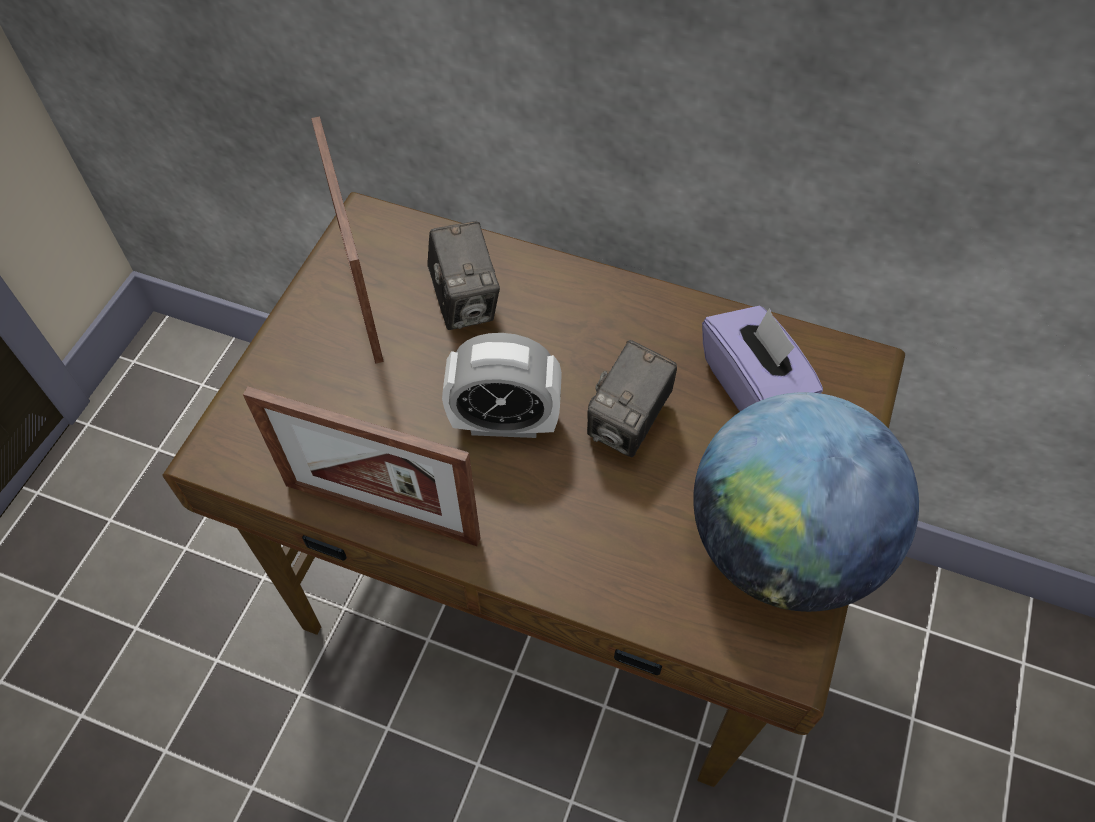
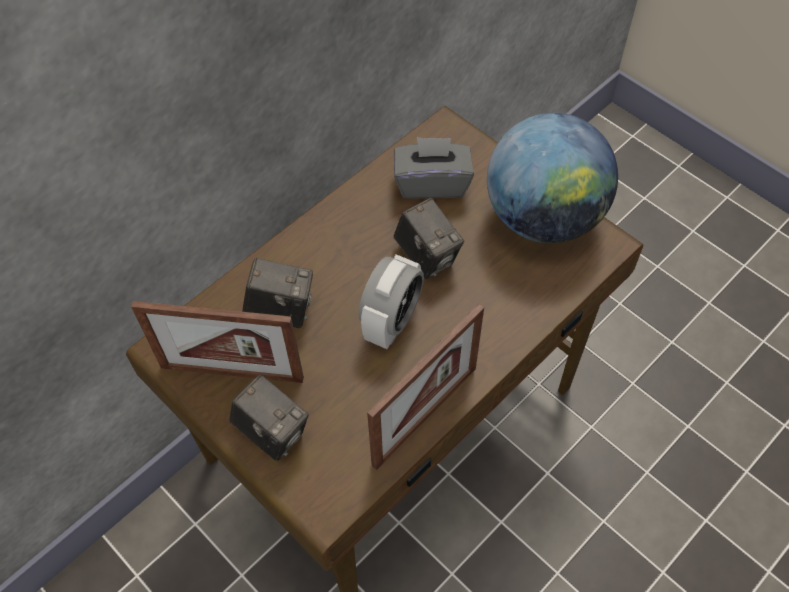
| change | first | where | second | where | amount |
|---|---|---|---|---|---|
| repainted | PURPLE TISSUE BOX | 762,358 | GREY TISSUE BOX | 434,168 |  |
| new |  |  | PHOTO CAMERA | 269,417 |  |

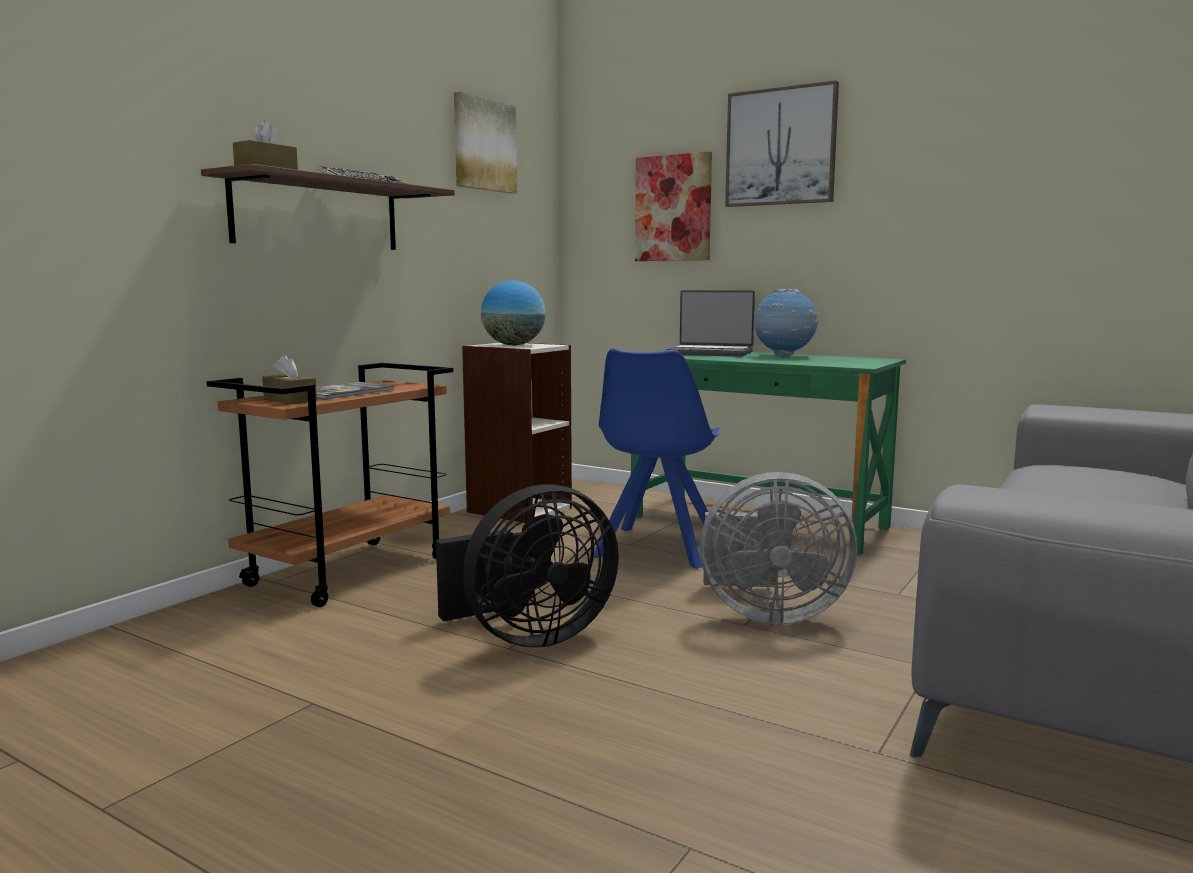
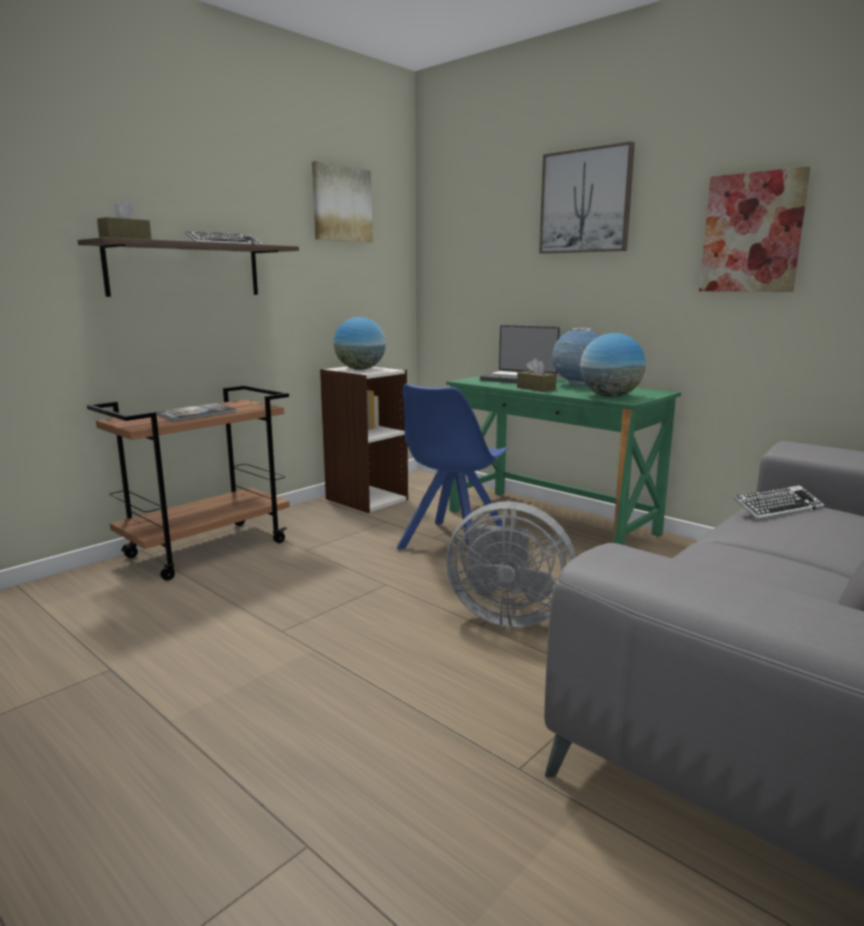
| change | first | where | second | where | amount |
|---|---|---|---|---|---|
| shifted | BROWN TISSUE BOX | 289,379 |  | 537,375 |  |
| gone | BLACK FAN | 527,566 |  |  |  |
| shifted | PICTURE | 673,206 |  | 755,229 |  |
| new |  |  | GLOBE | 613,365 |  |
| new |  |  | KEYBOARD | 778,502 |  |

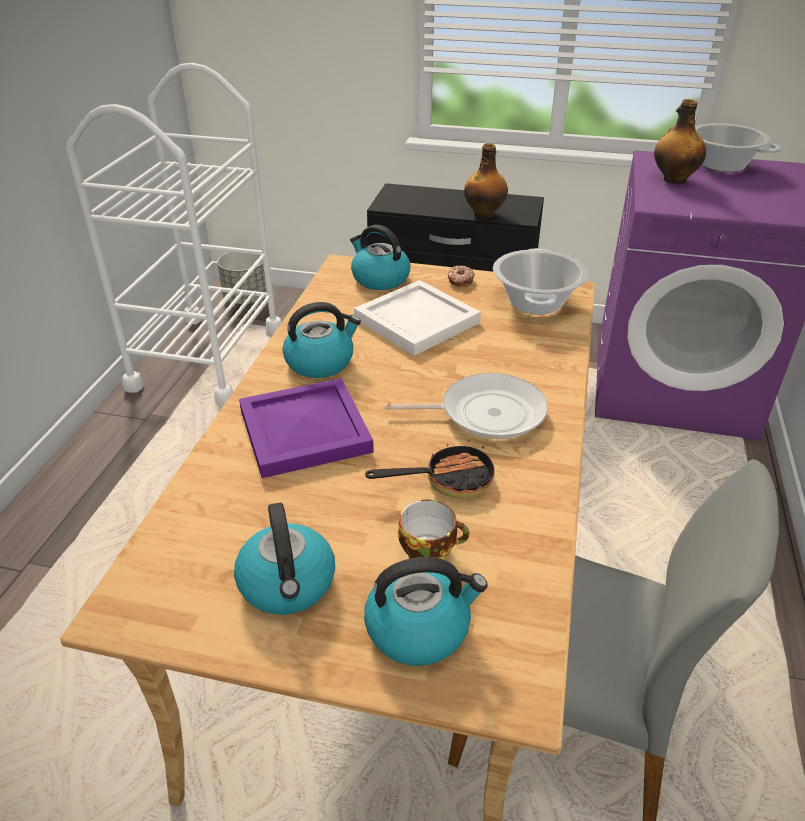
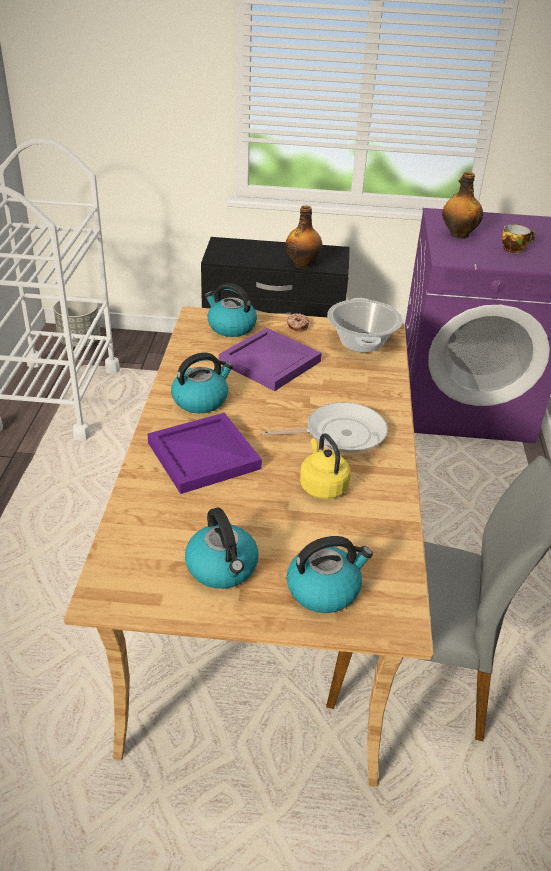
| change | first | where | second | where | amount |
|---|---|---|---|---|---|
| repainted | WHITE TRAY | 417,318 | PURPLE TRAY | 270,359 |  |
| swapped | FRYING PAN | 429,469 | YELLOW KETTLE | 325,466 |  |
| shifted | CUP | 433,530 |  | 518,238 |  |
| gone | COOKING POT | 738,147 |  |  |  |

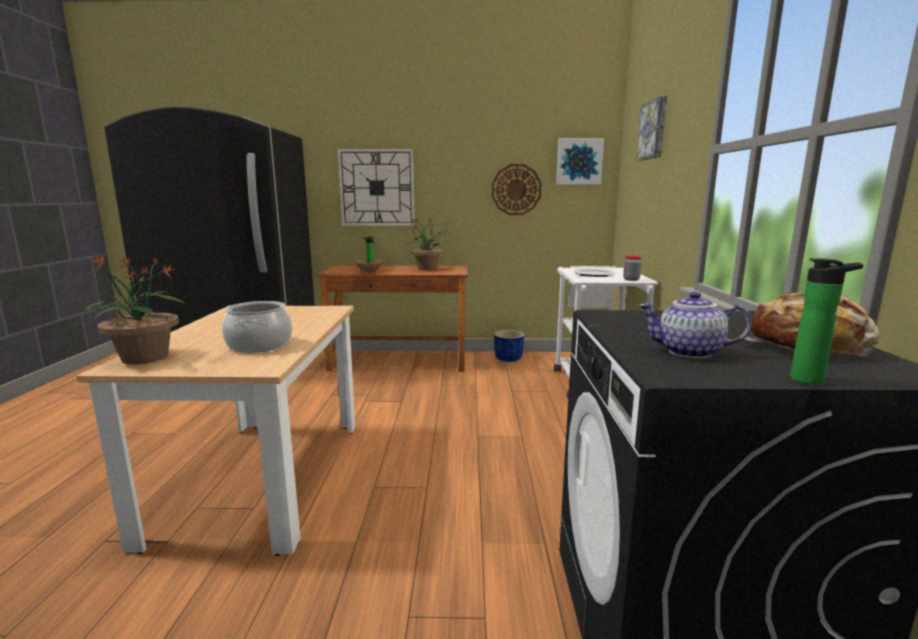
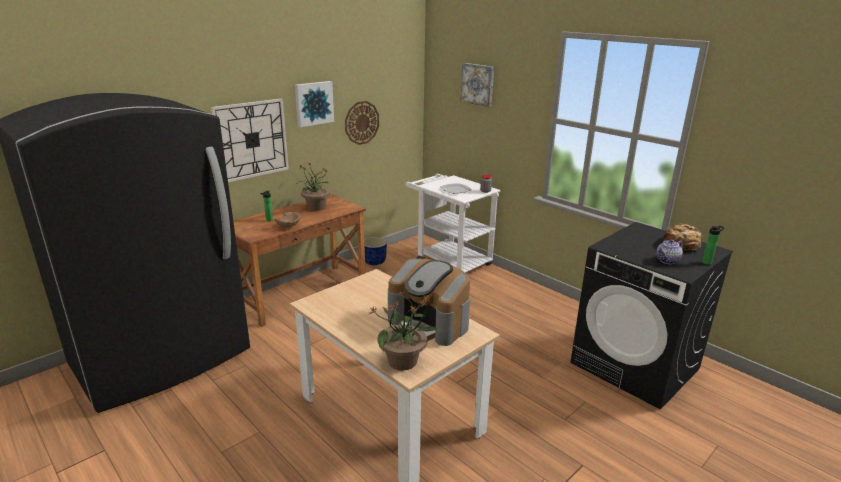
| change | first | where | second | where | amount |
|---|---|---|---|---|---|
| swapped | COOKING POT | 257,327 | COFFEE MACHINE | 429,302 |  |
| shifted | PICTURE | 580,161 |  | 314,104 |  |

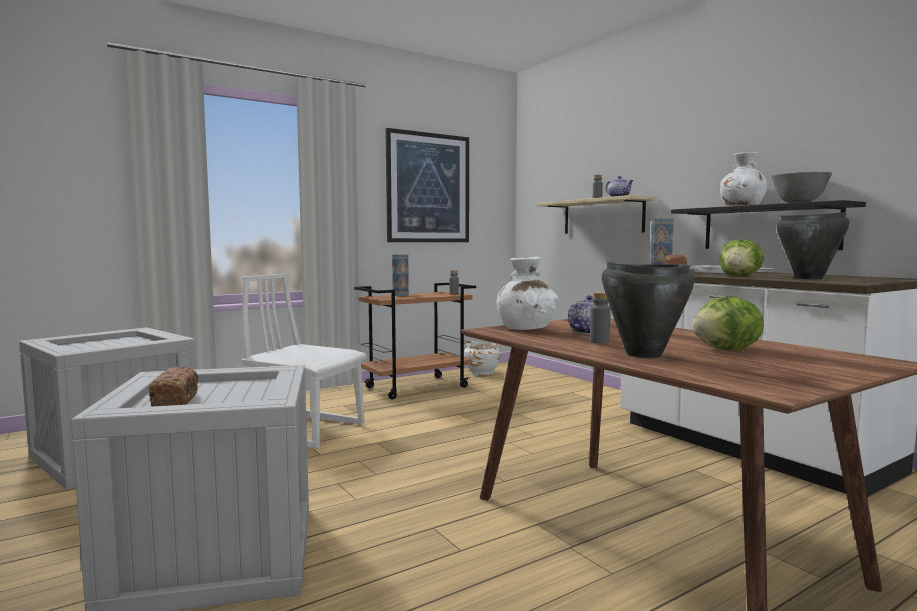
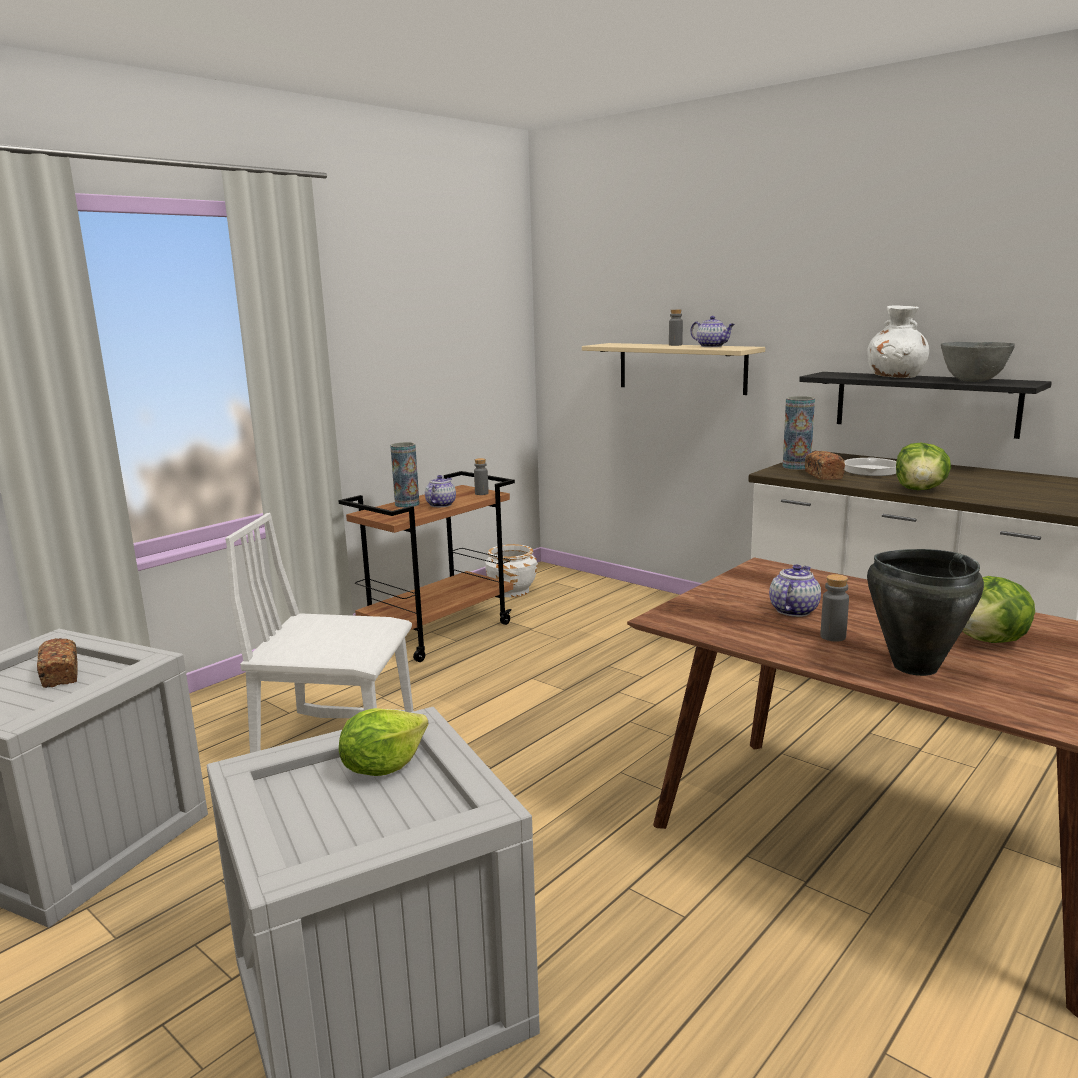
| change | first | where | second | where | amount |
|---|---|---|---|---|---|
| shifted | BREAD | 173,386 |  | 57,663 |  |
| gone | PICTURE | 427,185 |  |  |  |
| gone | WHITE VASE | 527,293 |  |  |  |
| gone | BLACK COOKING POT | 813,245 |  |  |  |
| new |  |  | LETTUCE | 384,742 |  |
| new |  |  | TEAPOT | 440,491 |  |

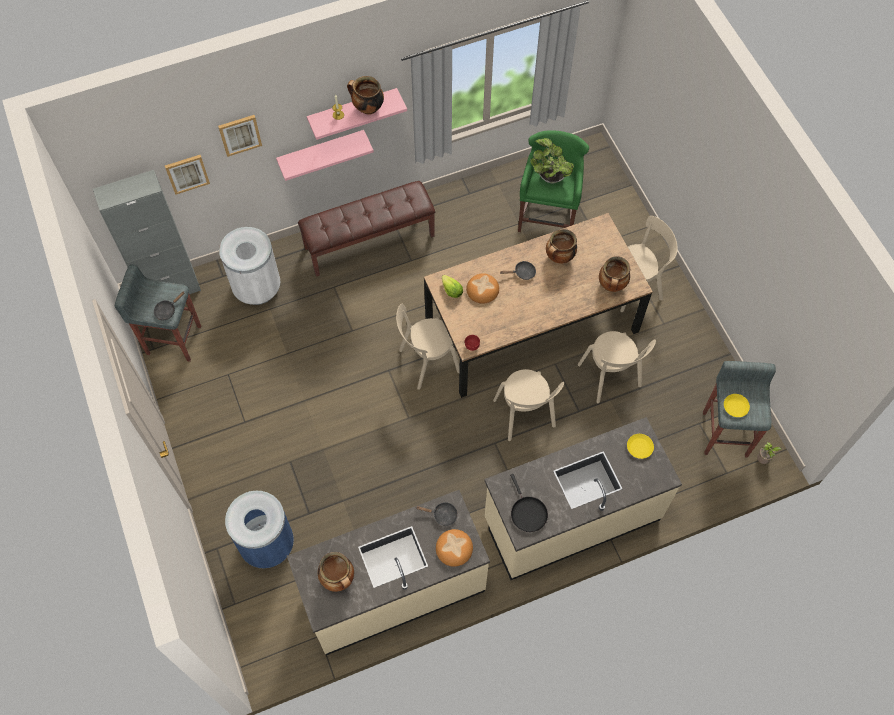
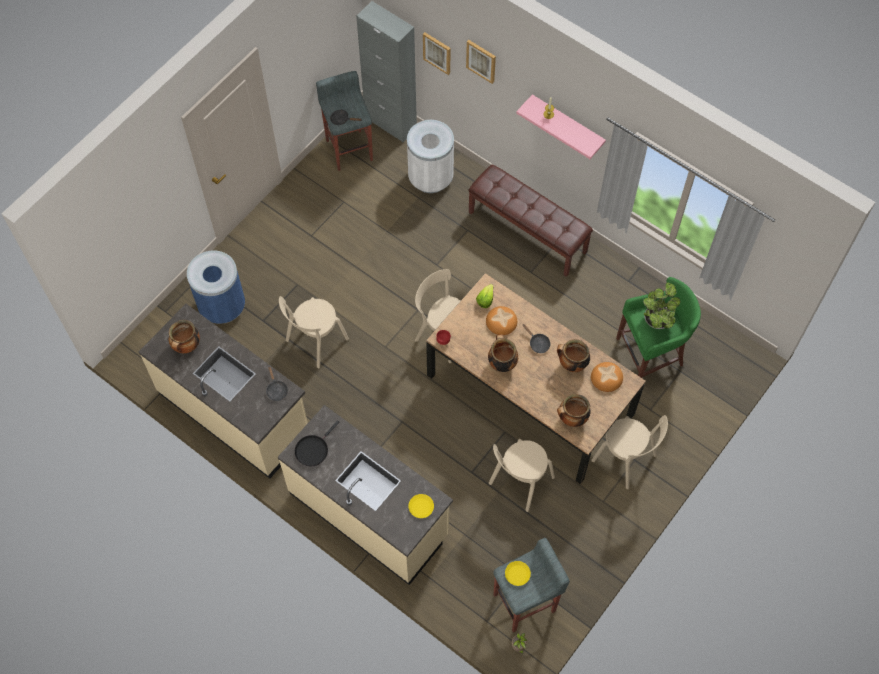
| change | first | where | second | where | amount |
|---|---|---|---|---|---|
| gone | PINK SHELF | 325,155 |  |  |  |
| shifted | COOKING POT | 365,95 |  | 503,353 |  |
| shifted | BREAD | 454,548 |  | 607,377 |  |
| shifted | BEIGE CHAIR | 528,405 |  | 314,332 |  |

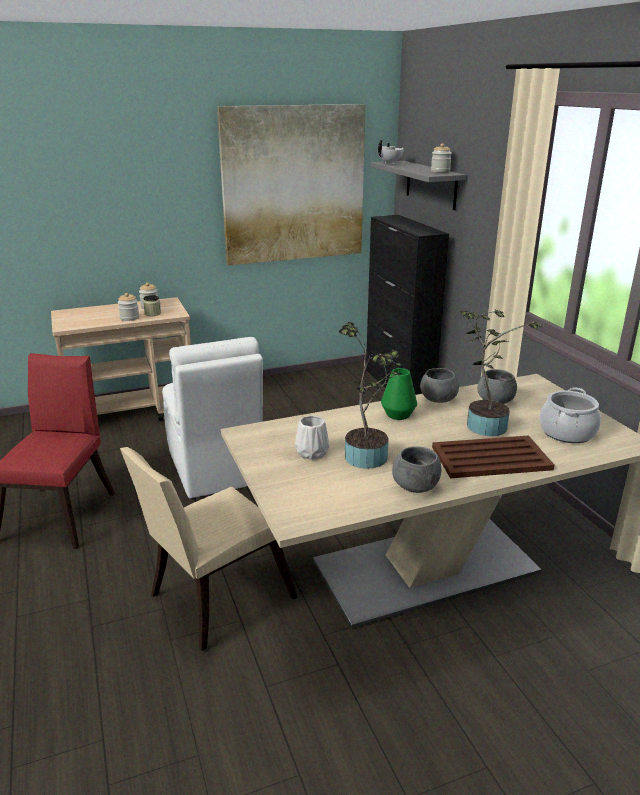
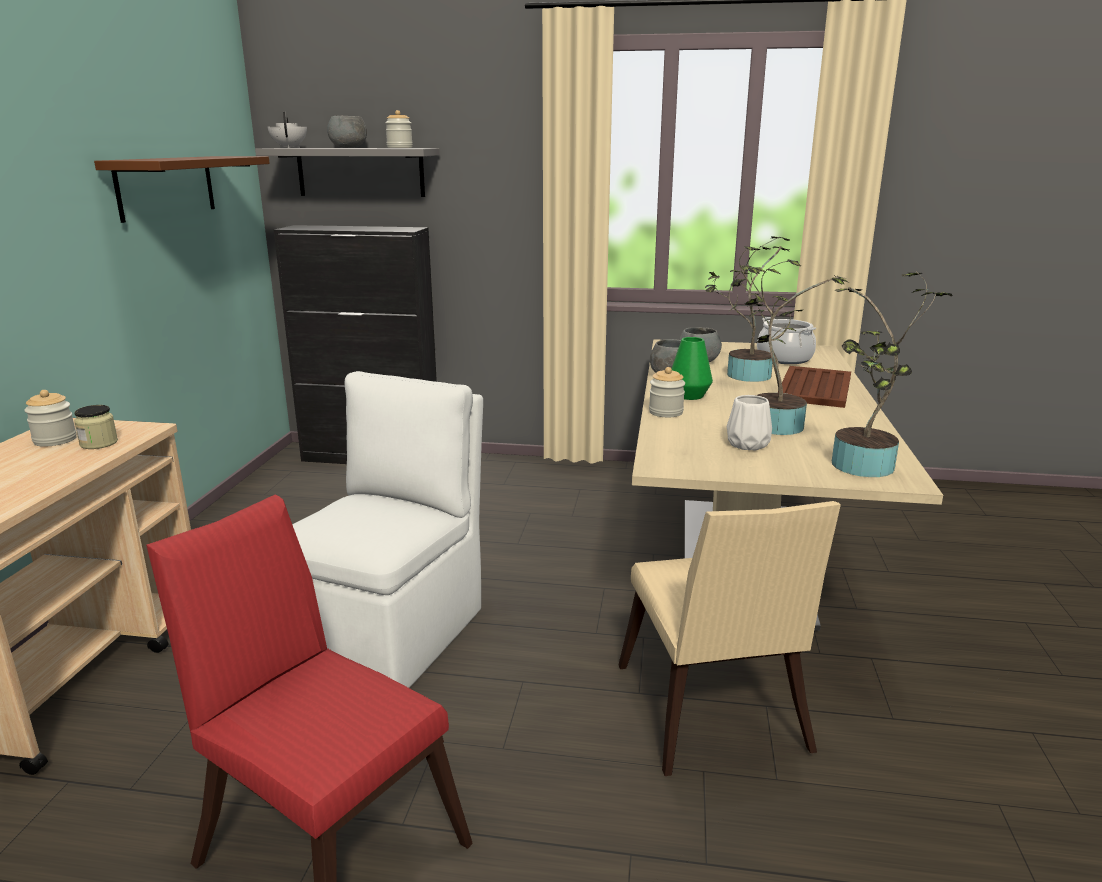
| change | first | where | second | where | amount |
|---|---|---|---|---|---|
| shifted | JAR | 128,307 |  | 667,392 |  |
| rotated | WHITE CHAIR | 212,417 |  | 387,529 | 75 degrees counterclockwise |
| swapped | PICTURE | 291,185 | BROWN SHELF | 182,189 |  |
| shifted | GREY BOWL | 416,469 |  | 347,132 |  |
| new |  |  | POTTED PLANT | 892,374 |  |

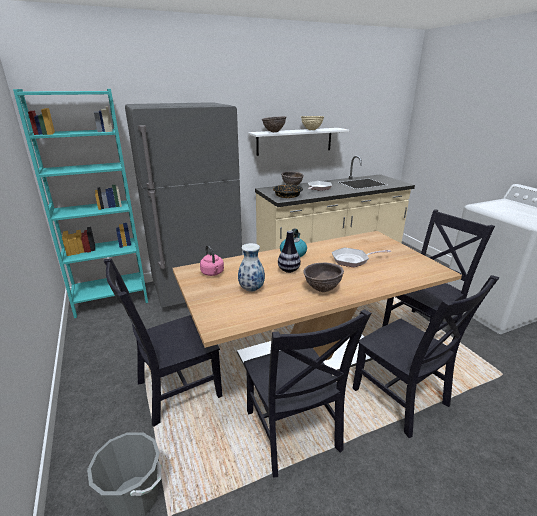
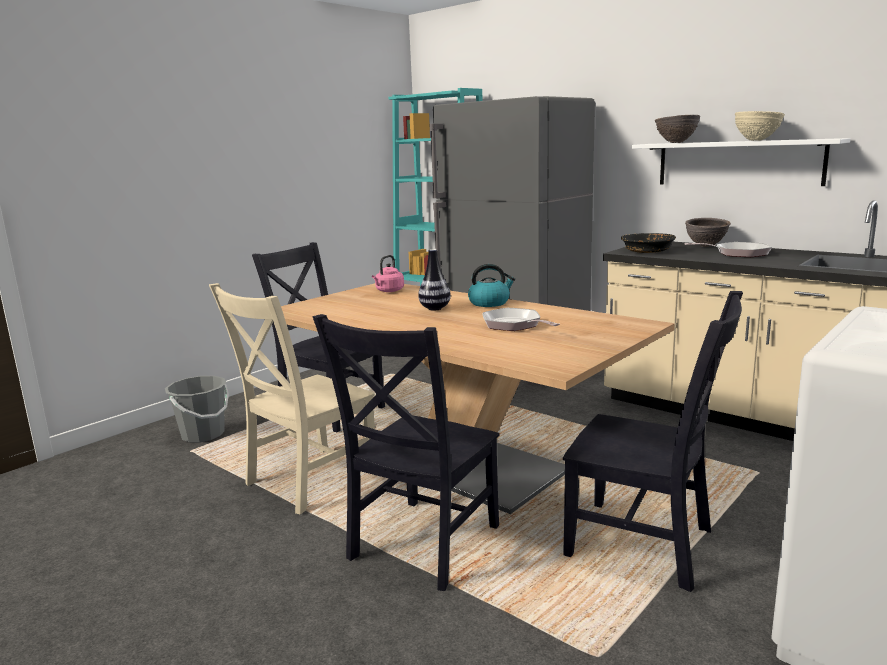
| change | first | where | second | where | amount |
|---|---|---|---|---|---|
| gone | VASE | 251,267 |  |  |  |
| repainted | BLACK CHAIR | 307,393 | BEIGE CHAIR | 292,398 |  |
| gone | BROWN BOWL | 323,277 |  |  |  |

